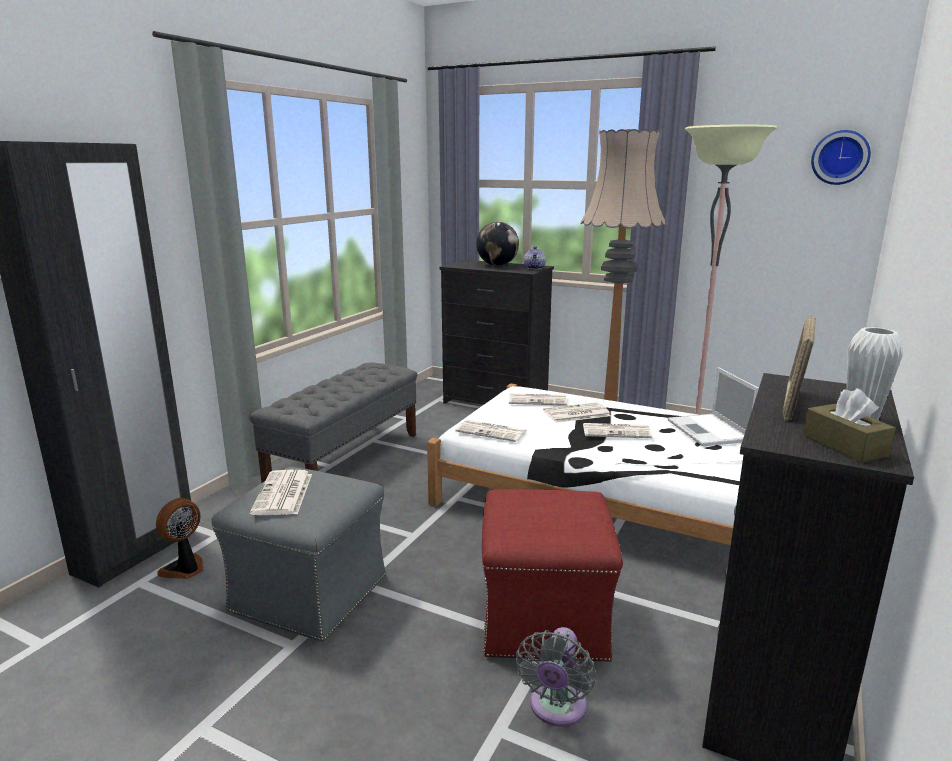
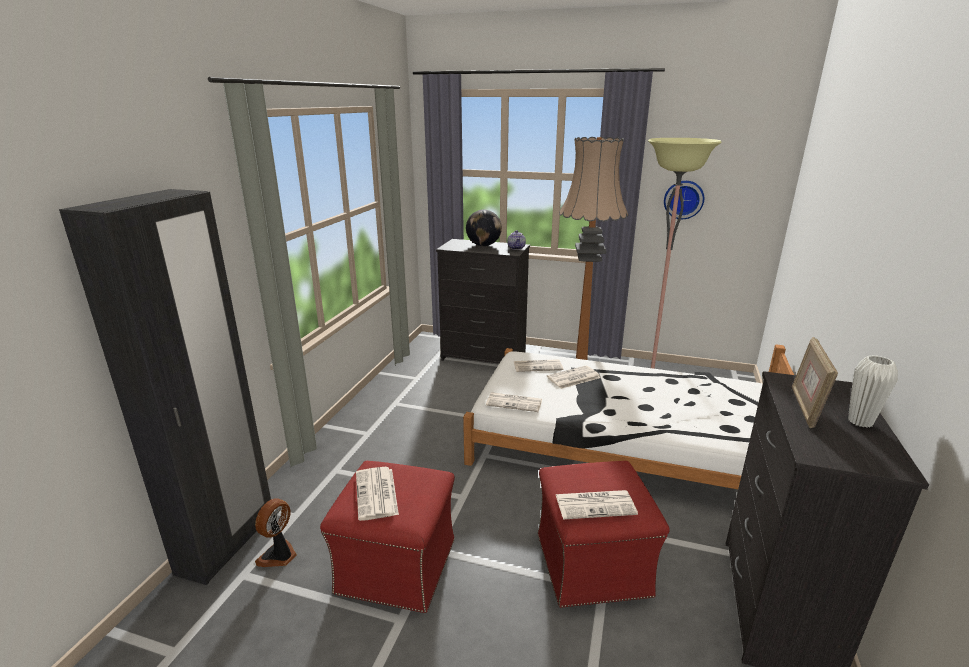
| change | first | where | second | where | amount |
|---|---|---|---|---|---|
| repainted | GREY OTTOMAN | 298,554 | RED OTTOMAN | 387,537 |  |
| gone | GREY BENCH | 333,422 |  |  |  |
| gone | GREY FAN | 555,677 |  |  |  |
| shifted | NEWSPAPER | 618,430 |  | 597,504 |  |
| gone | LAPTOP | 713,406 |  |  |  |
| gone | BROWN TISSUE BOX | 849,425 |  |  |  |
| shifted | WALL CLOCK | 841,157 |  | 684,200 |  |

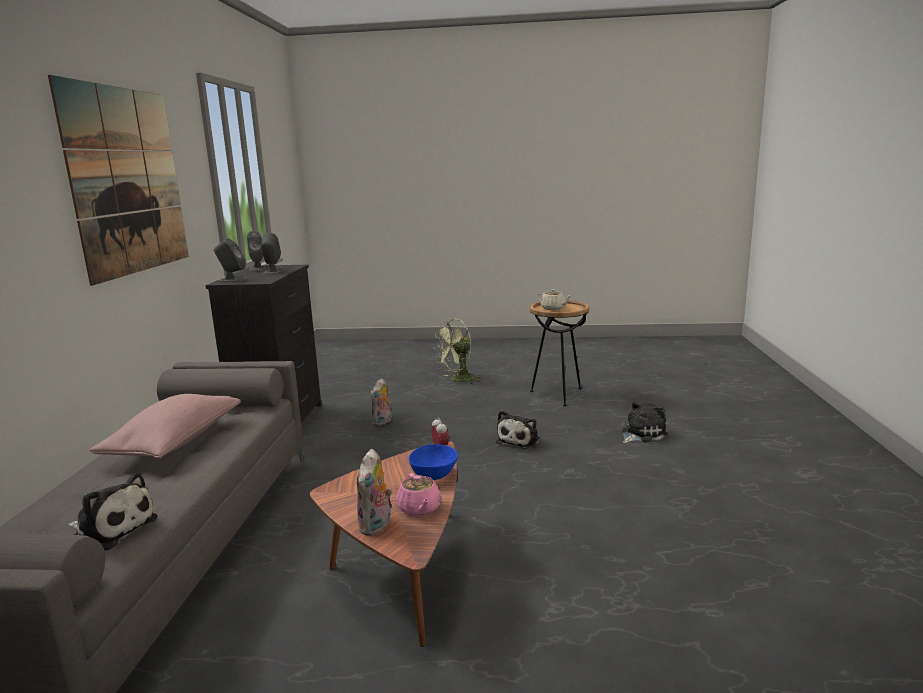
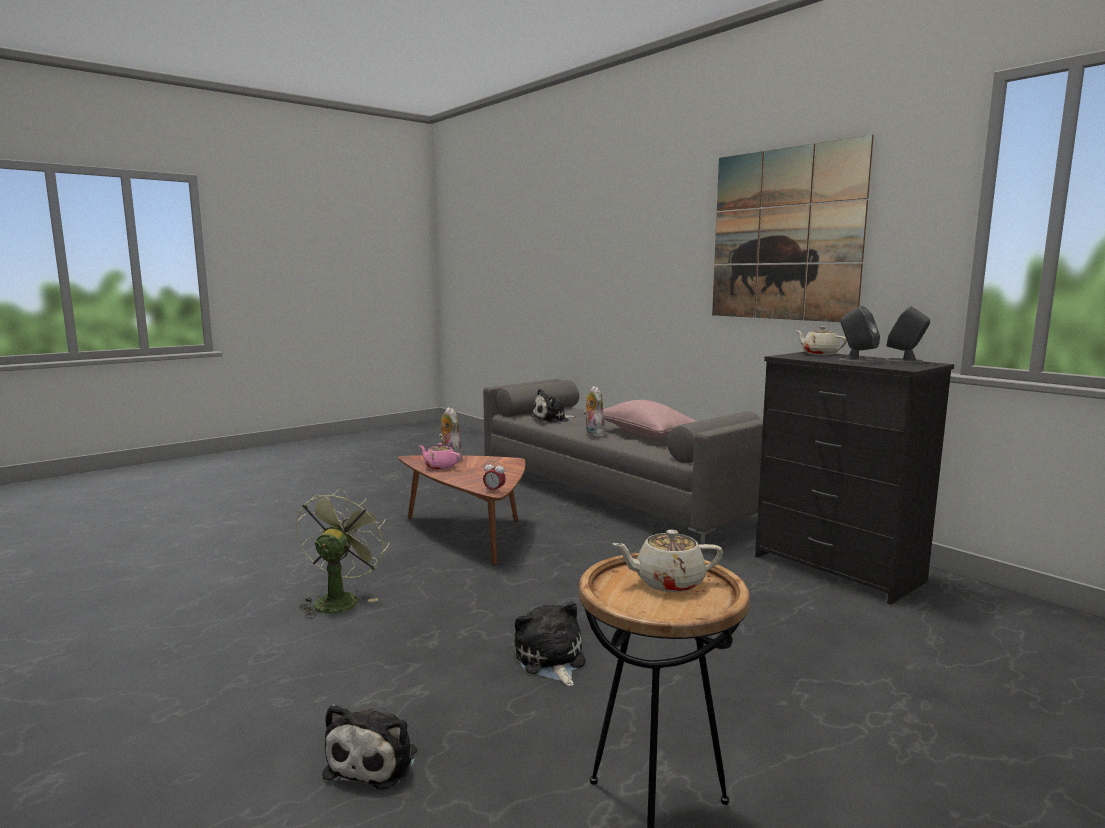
| change | first | where | second | where | amount |
|---|---|---|---|---|---|
| swapped | GREY SPEAKER | 231,260 | BEIGE TEAPOT | 821,340 |  |
| shifted | PLUSH TOY | 381,402 |  | 594,411 |  |
| gone | BLUE BOWL | 433,462 |  |  |  |
| shifted | GREEN FAN | 457,352 |  | 342,553 |  |

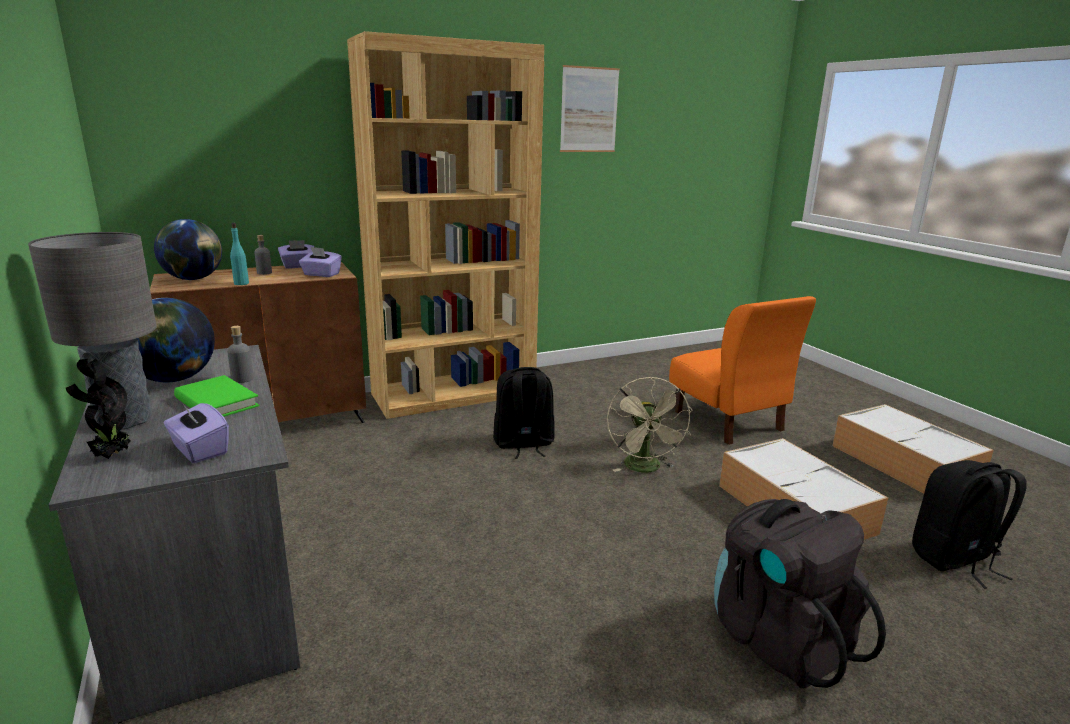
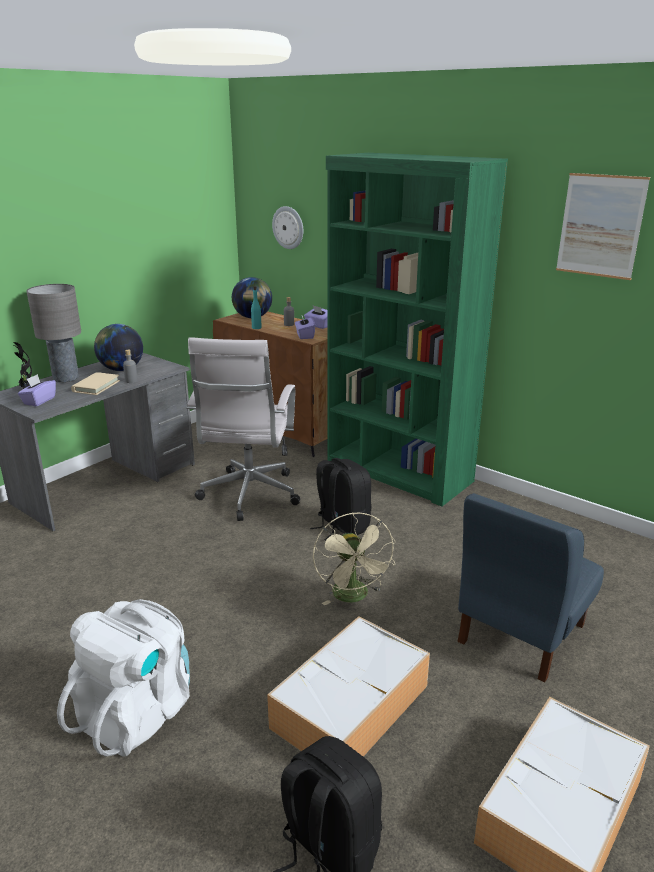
| change | first | where | second | where | amount |
|---|---|---|---|---|---|
| repainted | GREEN BOOK | 216,396 | BEIGE BOOK | 95,383 |  |
| repainted | BROWN BOOKCASE | 445,225 | GREEN BOOKCASE | 417,330 |  |
| rotated | BEIGE FAN | 650,425 |  | 354,558 | 75 degrees counterclockwise |
| repainted | ORANGE CHAIR | 742,370 | BLUE CHAIR | 530,587 |  |
| repainted | BLACK BACKPACK | 800,593 | WHITE BACKPACK | 123,678 |  |
| new |  |  | WHITE OFFICE CHAIR | 243,429 |  |
| new |  |  | WALL CLOCK | 287,227 |  |

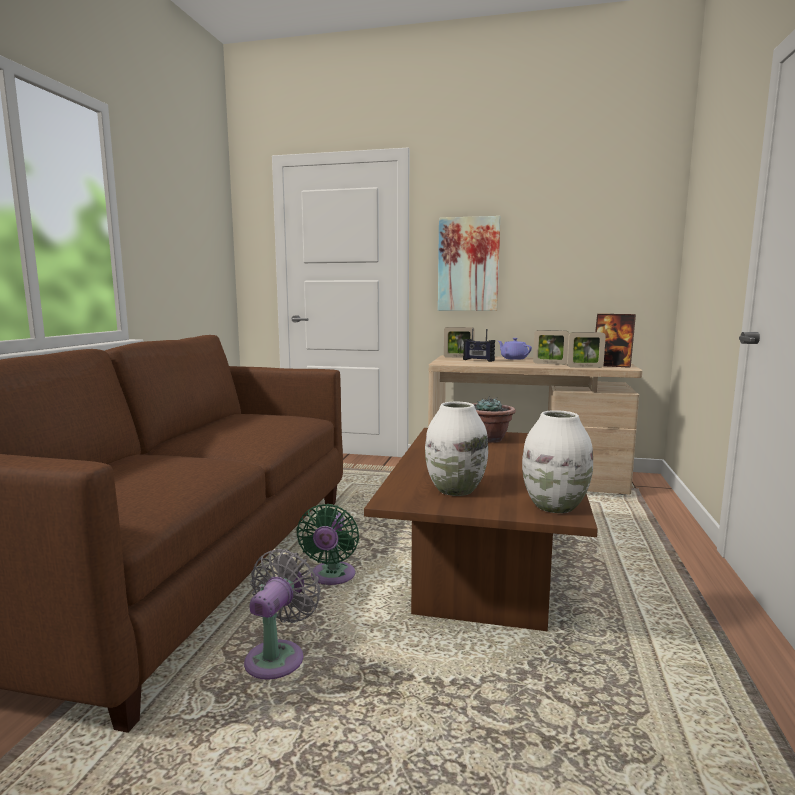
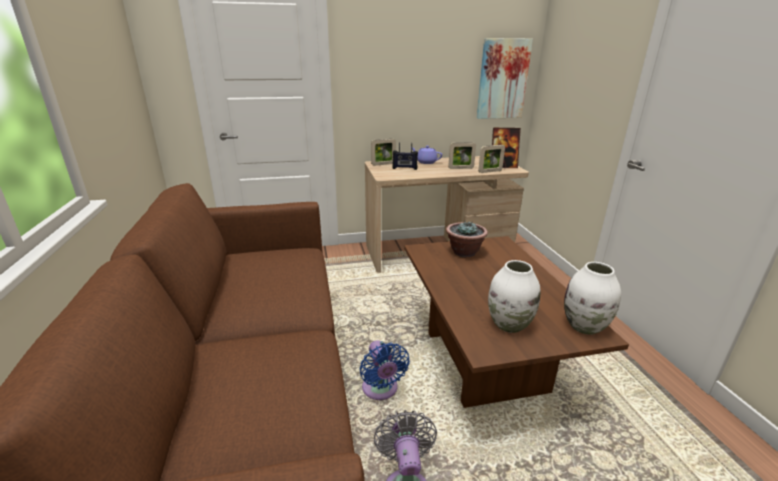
| change | first | where | second | where | amount |
|---|---|---|---|---|---|
| repainted | GREEN FAN | 327,544 | BLUE FAN | 385,370 |  |
| shifted | PICTURE | 469,263 |  | 504,78 |  |

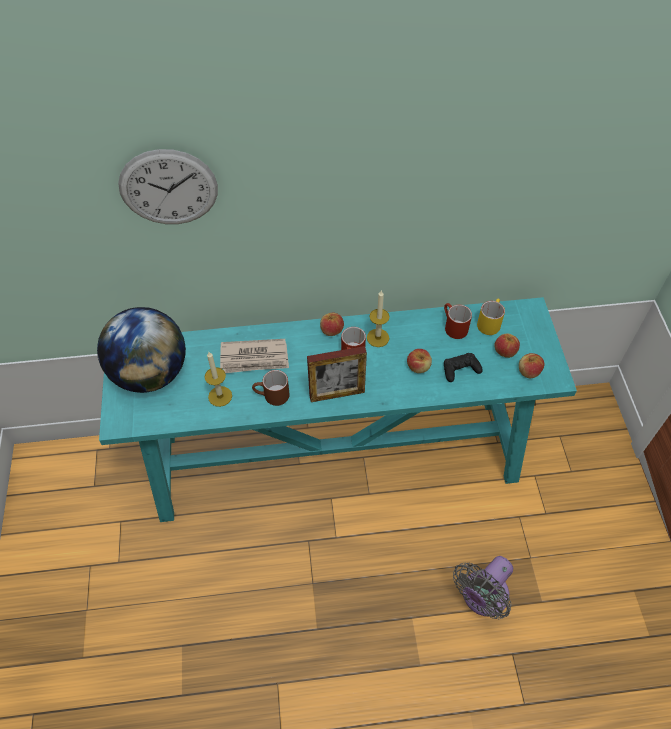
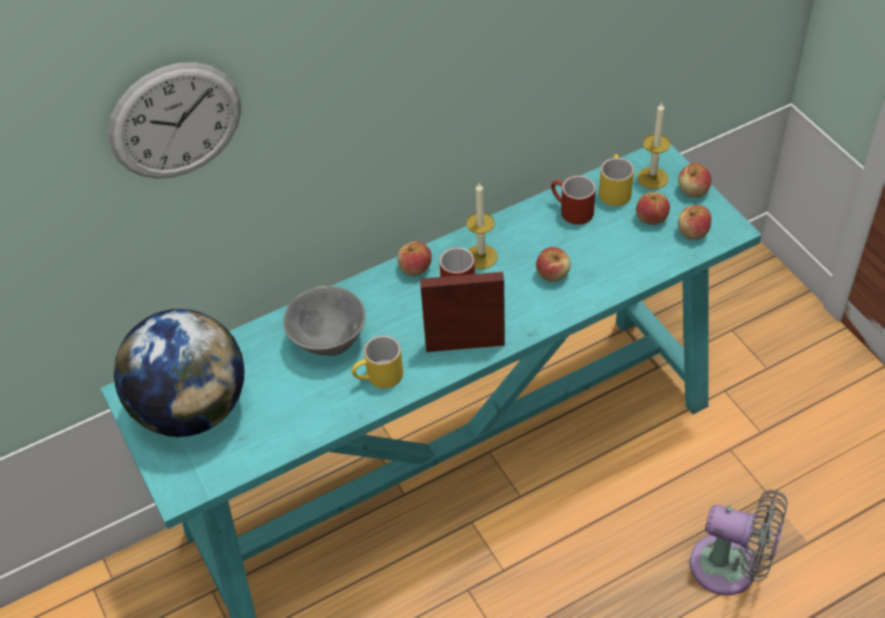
| change | first | where | second | where | amount |
|---|---|---|---|---|---|
| shifted | CANDLE | 218,379 |  | 653,145 |  |
| swapped | NEWSPAPER | 254,356 | GREY BOWL | 324,321 |  |
| repainted | BROWN MUG | 271,388 | YELLOW MUG | 377,362 |  |
| rotated | PICTURE FRAME | 337,374 |  | 462,312 | 150 degrees counterclockwise |
| gone | BLACK GAME CONTROLLER | 463,367 |  |  |  |
| rotated | GREY FAN | 483,587 |  | 739,542 | 90 degrees counterclockwise |
| new |  |  | APPLE | 694,180 |  |

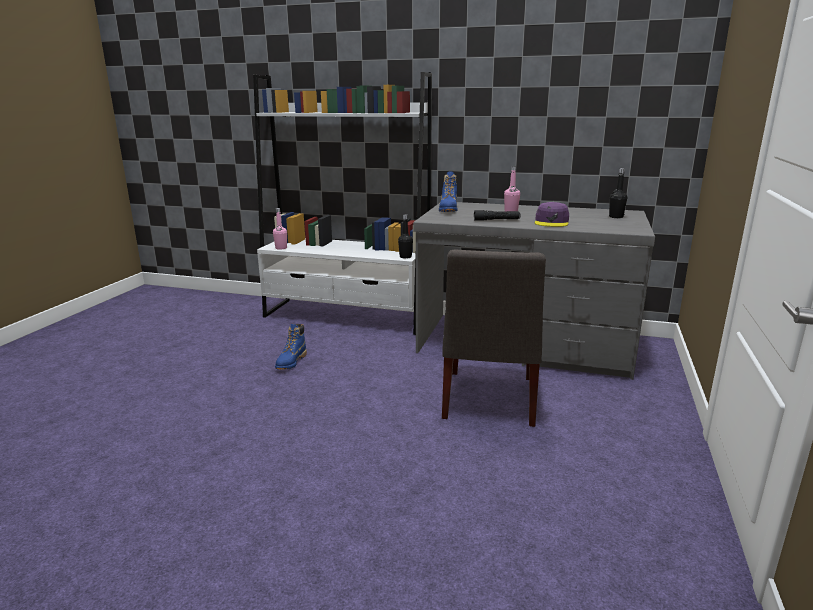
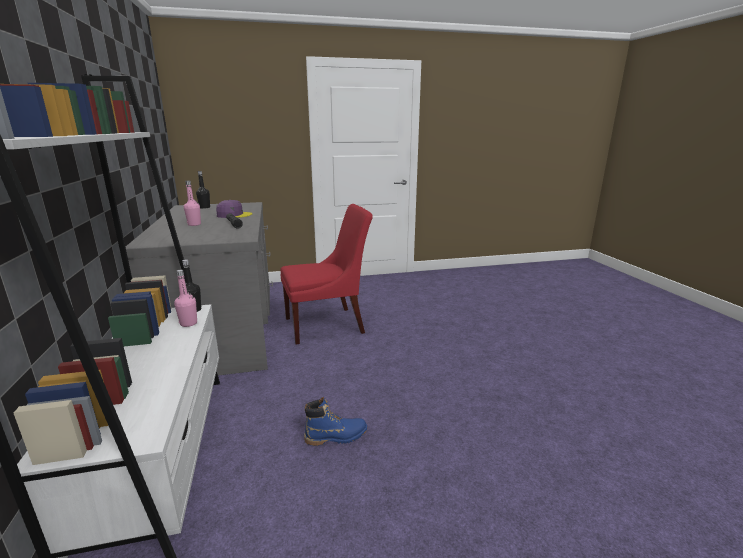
| change | first | where | second | where | amount |
|---|---|---|---|---|---|
| shifted | PINK BOTTLE | 280,229 |  | 185,298 |  |
| gone | BLUE BOOT | 448,191 |  |  |  |
| repainted | GREY CHAIR | 494,338 | RED CHAIR | 326,274 |  |

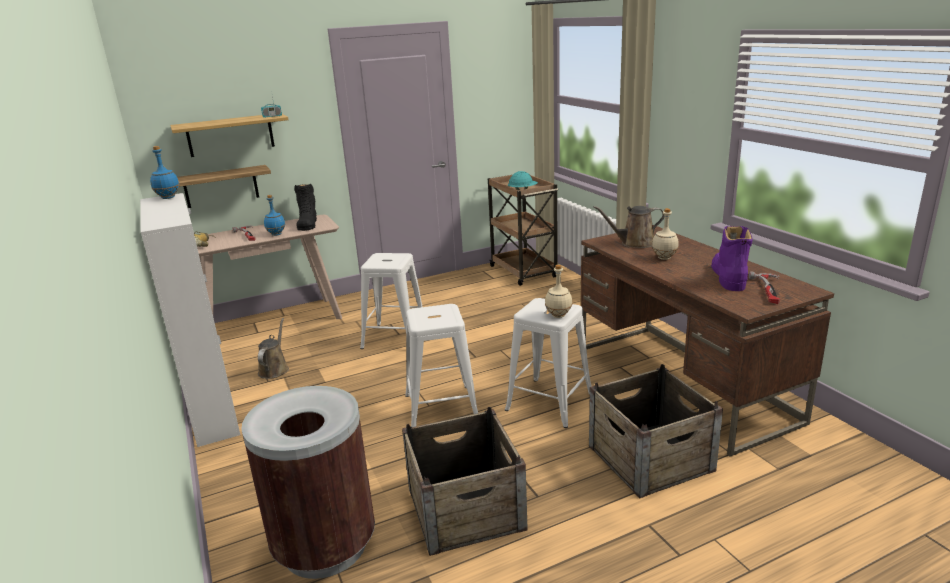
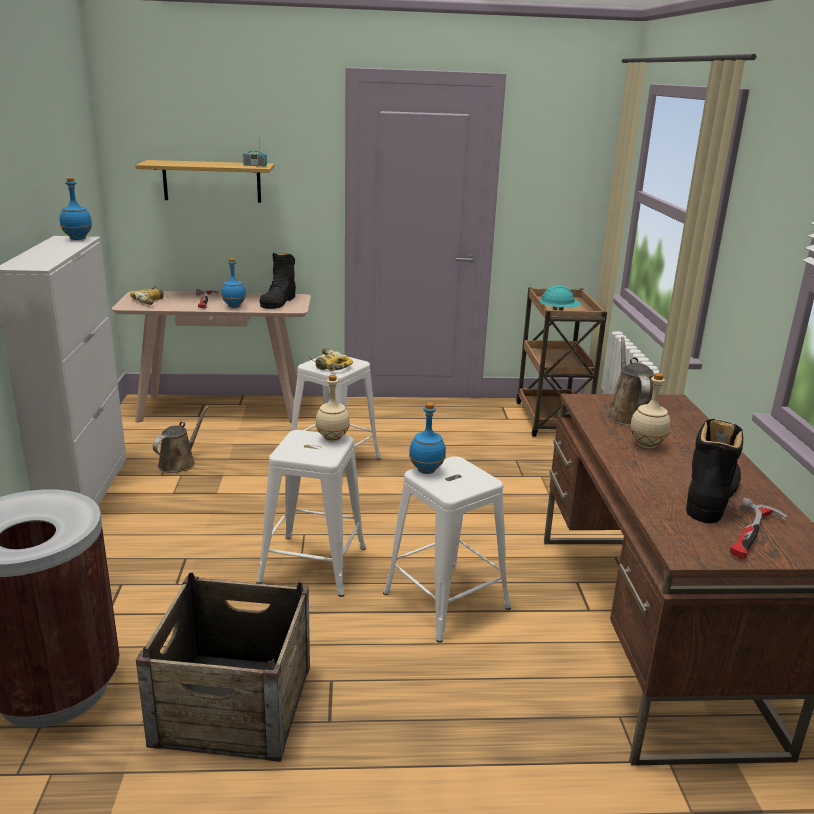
| change | first | where | second | where | amount |
|---|---|---|---|---|---|
| gone | SHELF | 224,186 |  |  |  |
| shifted | BEIGE BOTTLE | 558,291 |  | 332,408 |  |
| gone | CRATE | 656,431 |  |  |  |
| rotated | BROWN WATERING CAN | 628,227 |  | 629,381 | 75 degrees clockwise |
| repainted | PURPLE BOOT | 732,258 | BLACK BOOT | 714,471 |  |
| new |  |  | POWER DRILL | 331,359 |  |
| new |  |  | BLUE BOTTLE | 427,438 |  |

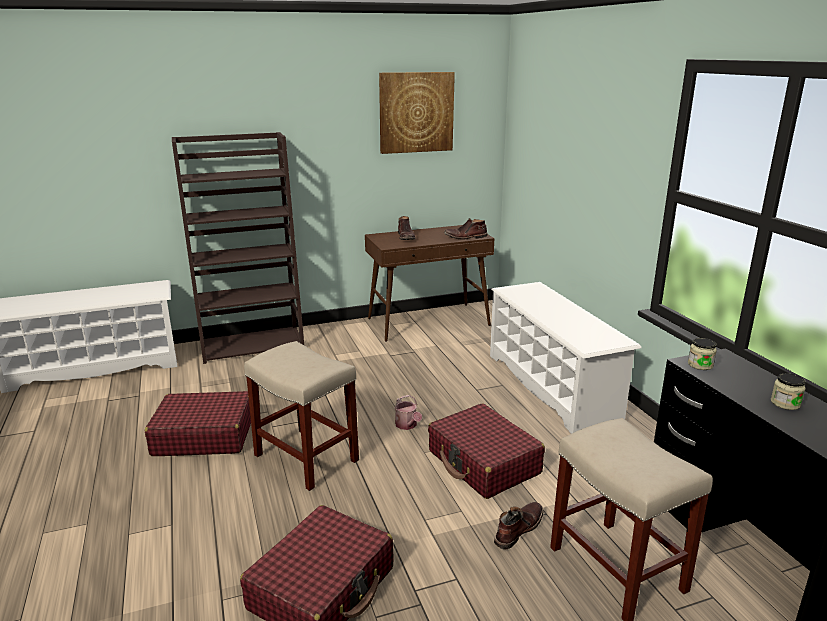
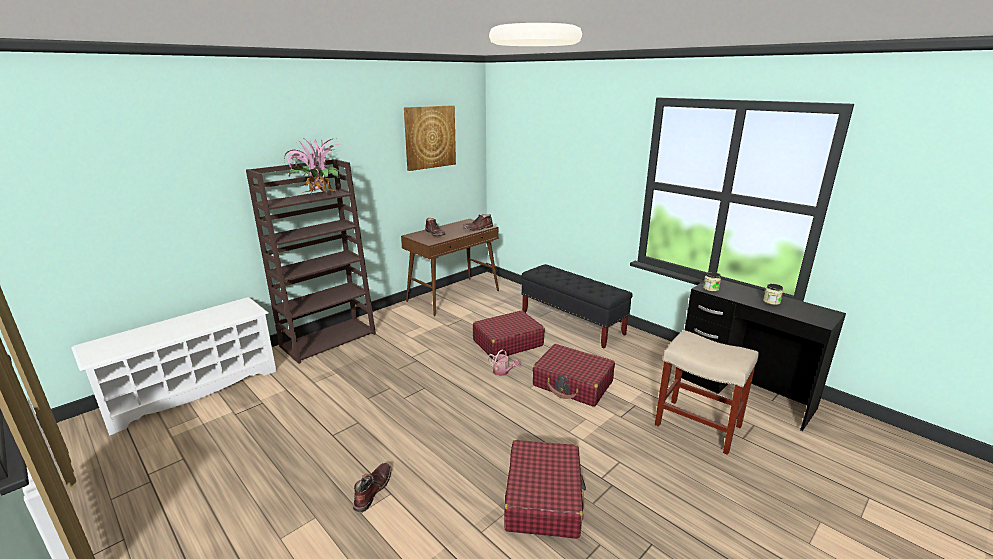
| change | first | where | second | where | amount |
|---|---|---|---|---|---|
| shifted | RED SUITCASE | 198,423 |  | 509,334 |  |
| gone | BEIGE STOOL | 301,416 |  |  |  |
| swapped | WHITE SHOE RACK | 565,358 | BLACK BENCH | 577,306 |  |
| shifted | BROWN BOOT | 519,525 |  | 372,487 |  |
| new |  |  | POTTED PLANT | 312,165 |  |

